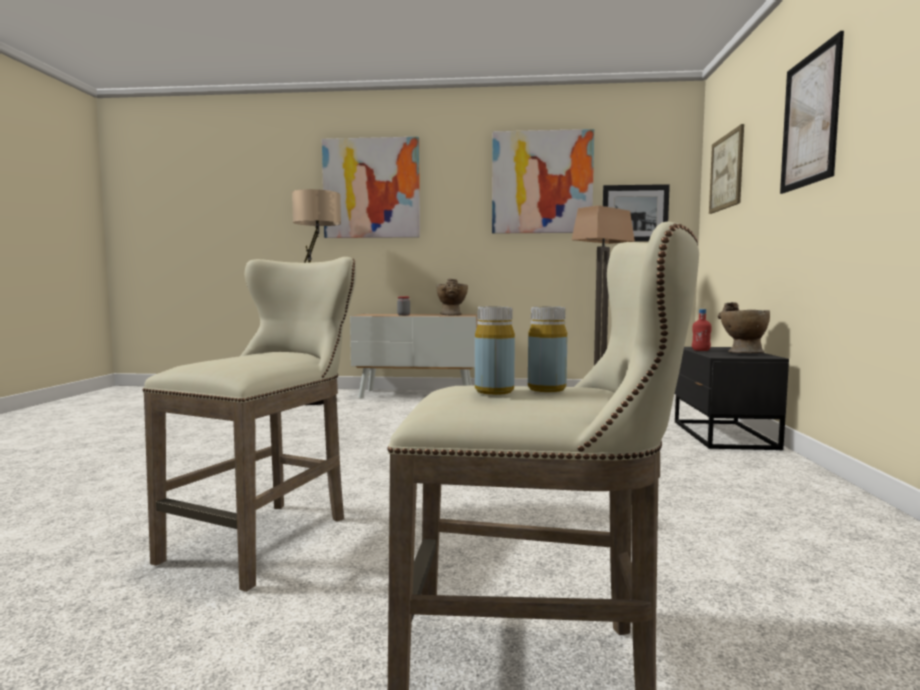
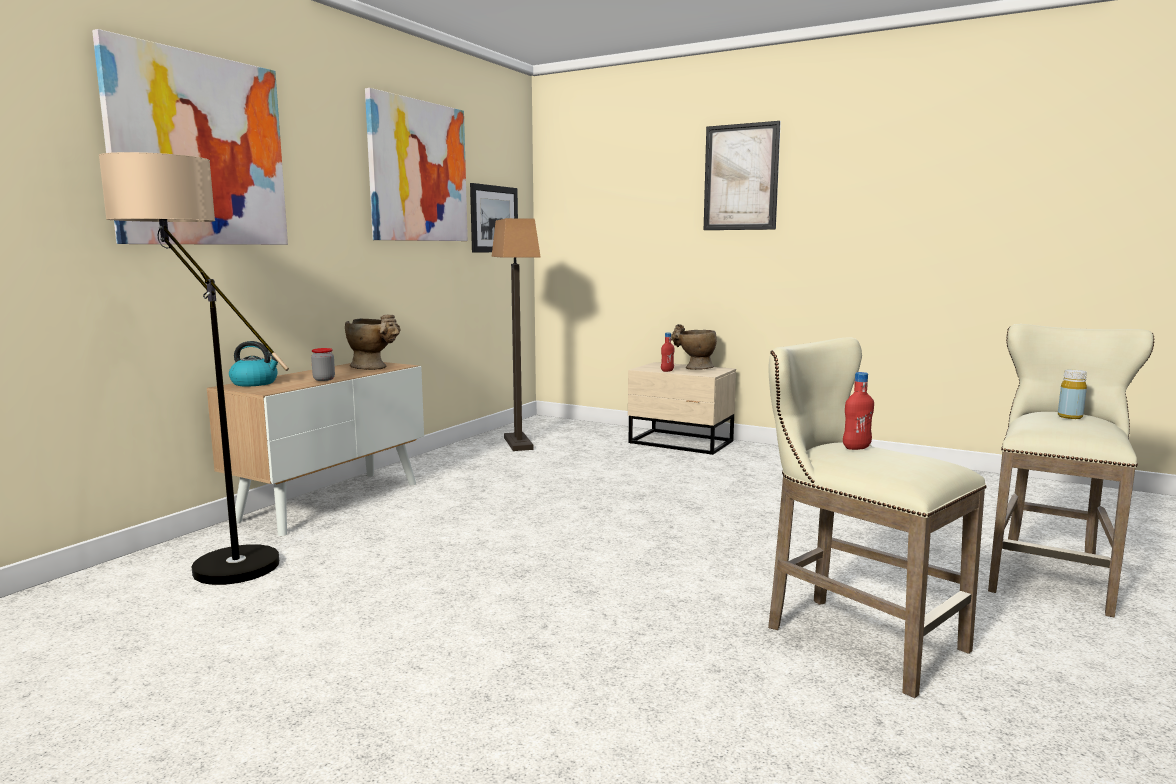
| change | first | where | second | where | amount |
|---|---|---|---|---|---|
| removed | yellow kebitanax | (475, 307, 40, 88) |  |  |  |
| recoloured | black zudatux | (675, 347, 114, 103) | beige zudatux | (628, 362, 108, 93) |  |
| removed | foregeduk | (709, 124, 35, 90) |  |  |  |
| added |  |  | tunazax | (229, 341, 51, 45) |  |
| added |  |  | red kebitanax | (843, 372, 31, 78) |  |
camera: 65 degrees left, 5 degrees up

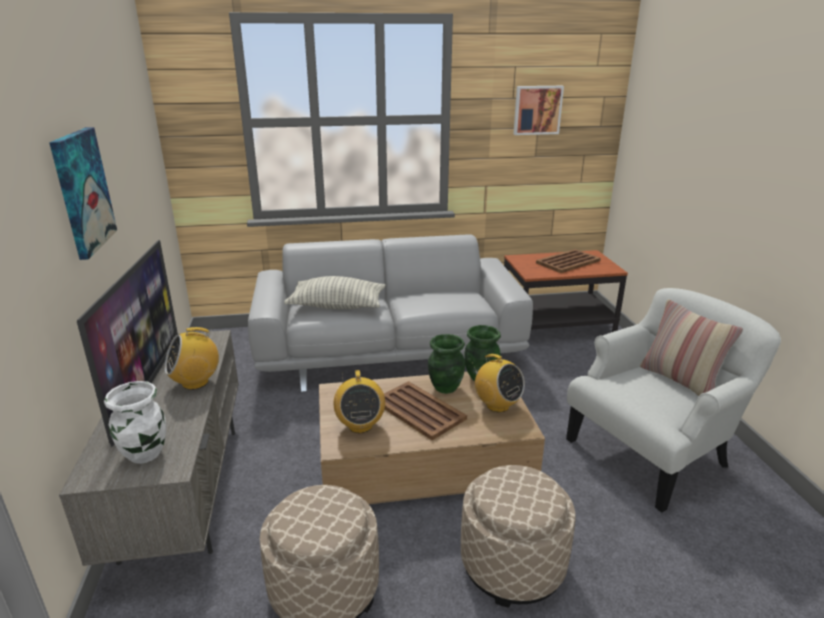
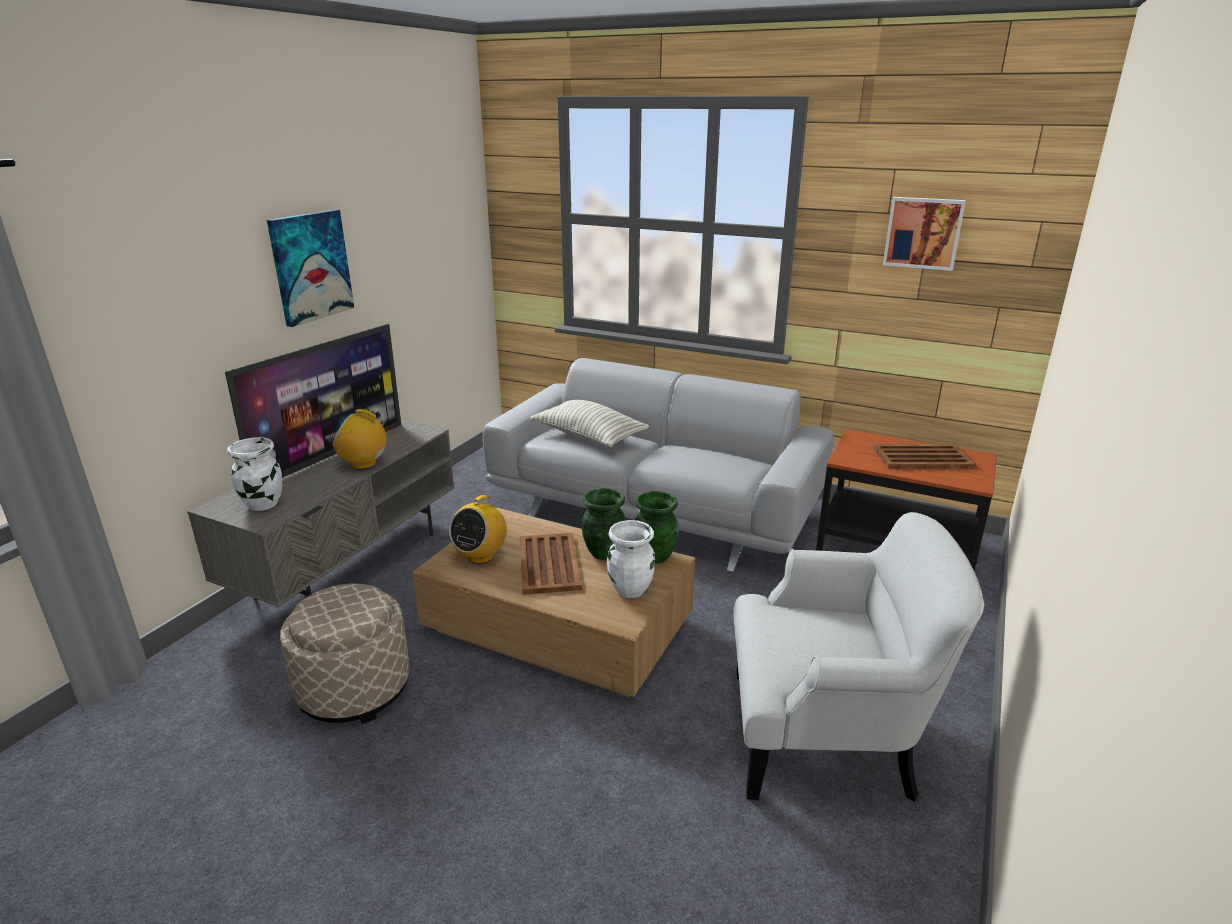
| change | first | where | second | where | amount |
|---|---|---|---|---|---|
| removed | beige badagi | (461, 465, 115, 143) |  |  |  |
| replaced | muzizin | (472, 354, 53, 58) | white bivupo | (607, 520, 48, 78) |  |
| removed | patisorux | (640, 299, 103, 97) |  |  |  |
camera: 35 degrees right, 0 degrees up

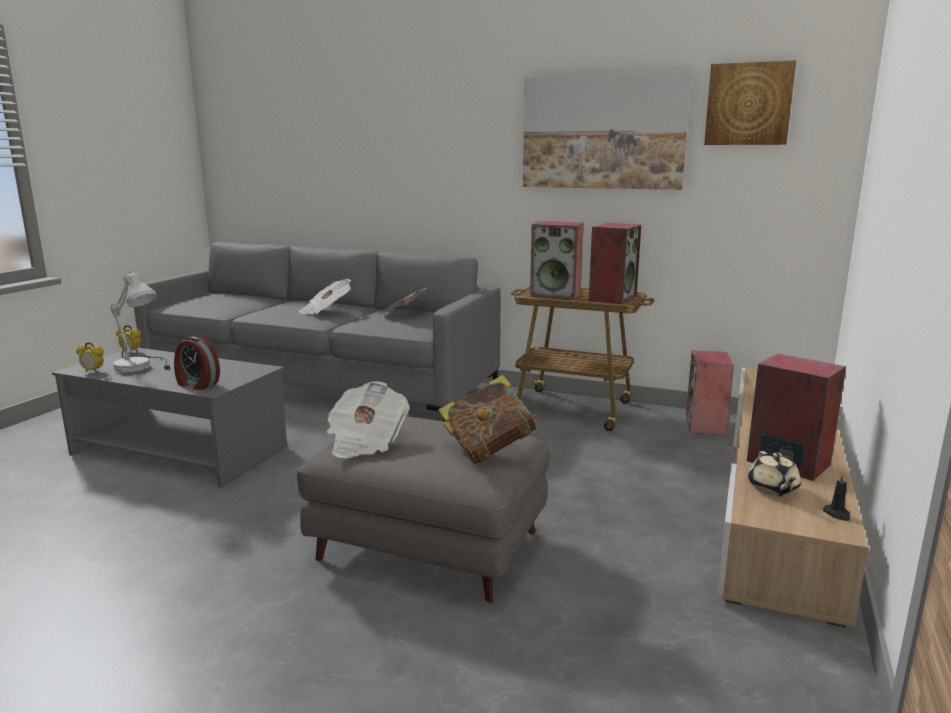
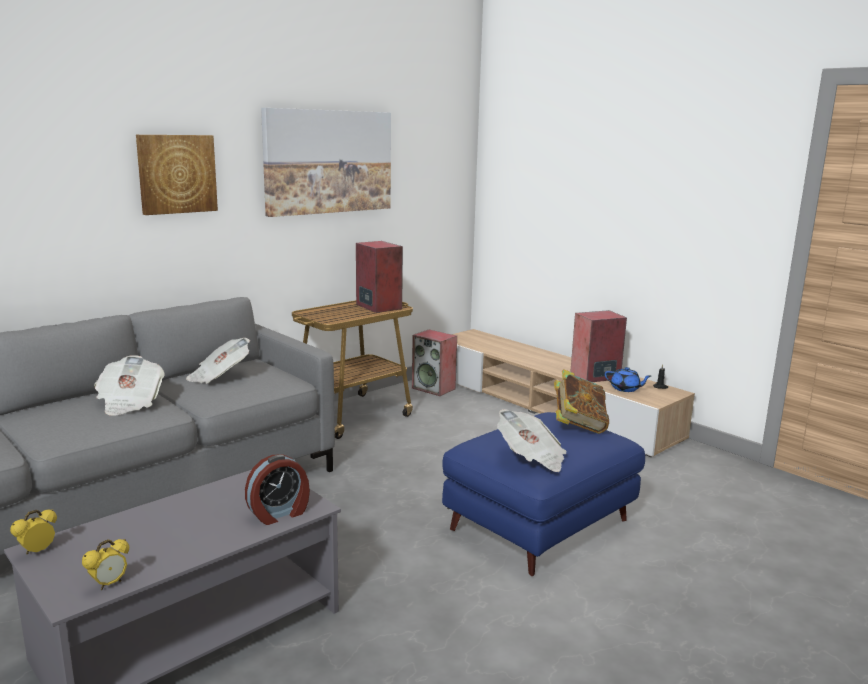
| change | first | where | second | where | amount |
|---|---|---|---|---|---|
| removed | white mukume | (110, 271, 60, 102) |  |  |  |
| recoloured | grey badagi | (297, 416, 253, 187) | blue badagi | (442, 412, 203, 164) |  |
| removed | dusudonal | (530, 221, 54, 79) |  |  |  |
| moved | foregeduk | (704, 60, 92, 85) |  | (136, 135, 82, 80) |  |
| recoloured | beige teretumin | (748, 451, 53, 45) | blue teretumin | (605, 367, 46, 25) |  |
camera: 65 degrees left, 0 degrees up

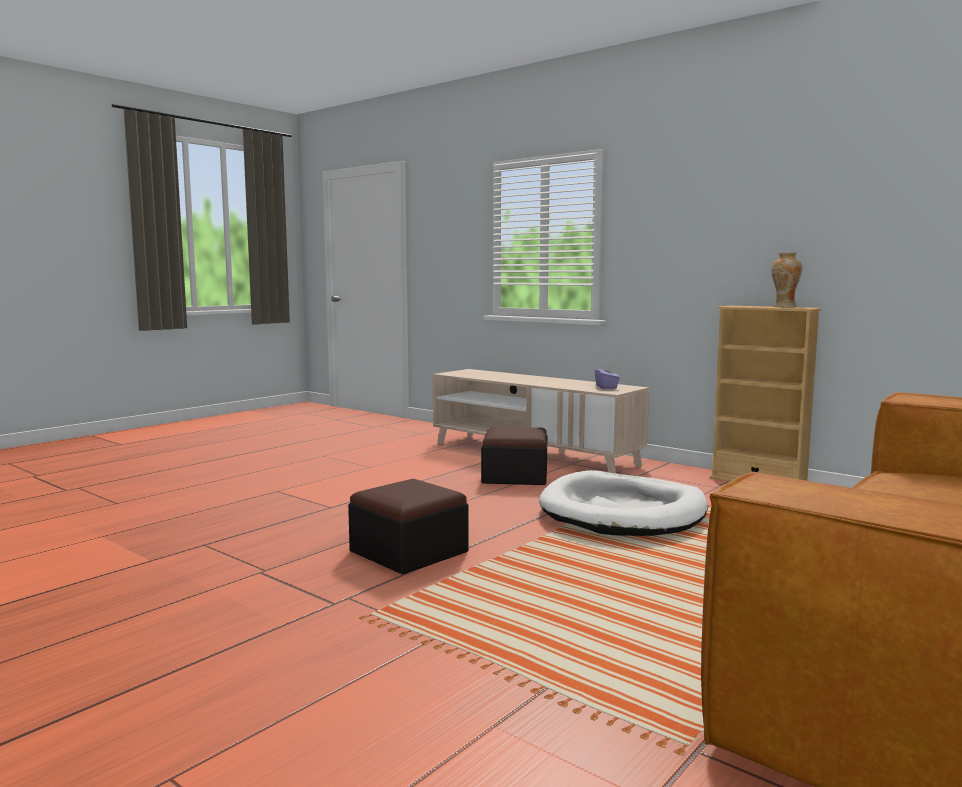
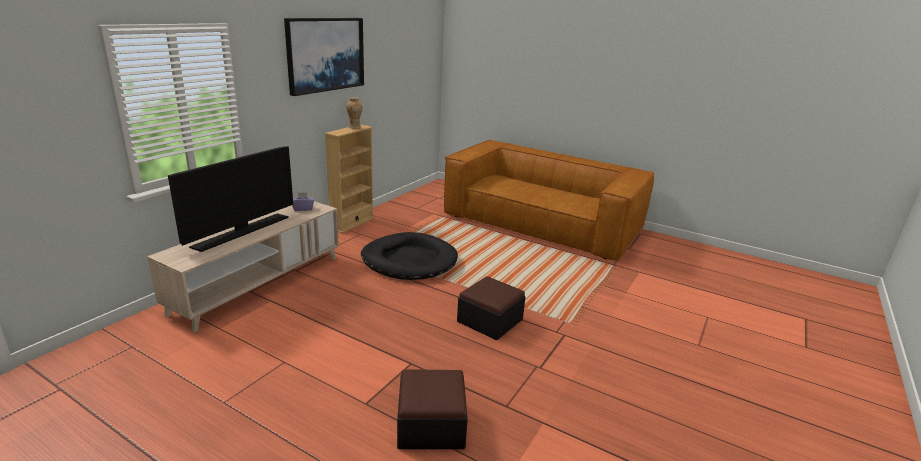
| change | first | where | second | where | amount |
|---|---|---|---|---|---|
| moved | badagi | (481, 427, 66, 58) |  | (397, 369, 71, 80) |  |
| recoloured | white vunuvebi | (539, 470, 169, 66) | black vunuvebi | (361, 232, 97, 48) |  |
| added |  |  | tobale | (168, 146, 125, 106) |  |
| added |  |  | foregeduk | (284, 18, 80, 78) |  |
camera: 100 degrees left, 15 degrees up

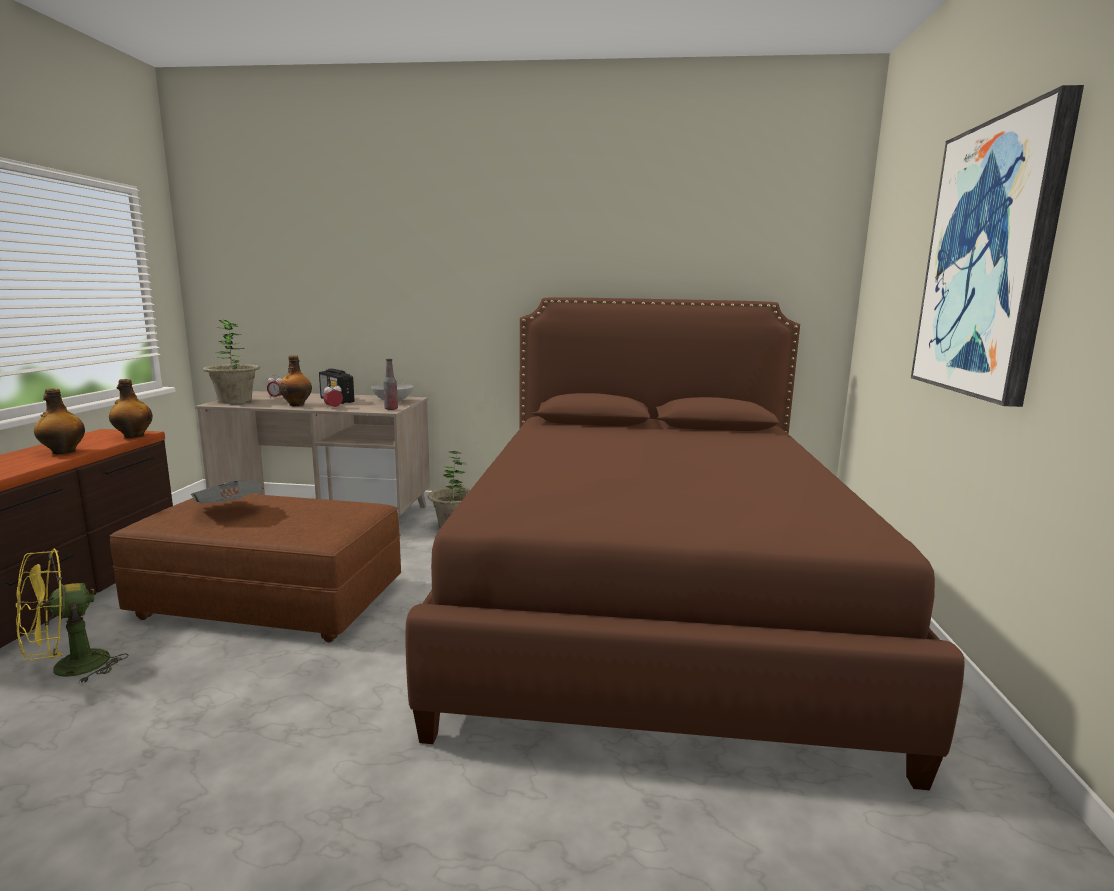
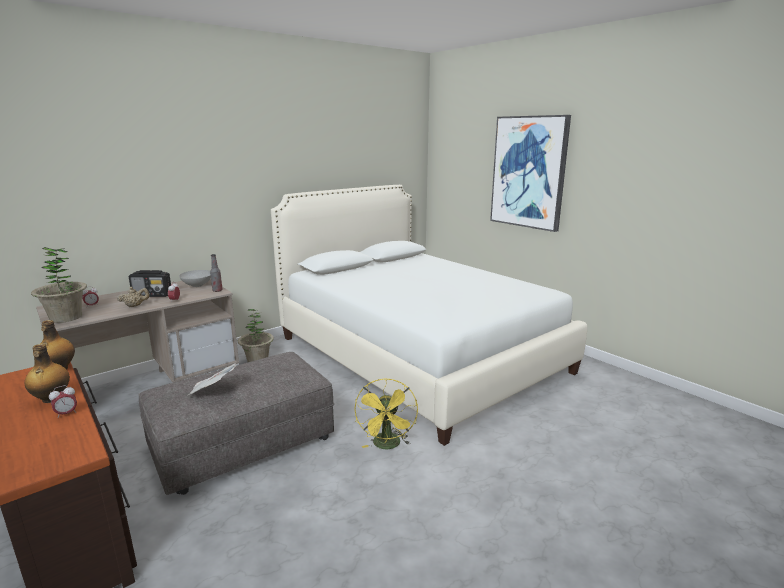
| change | first | where | second | where | amount |
|---|---|---|---|---|---|
| moved | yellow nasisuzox | (16, 548, 112, 136) |  | (354, 378, 64, 71) |  |
| recoloured | brown badagi | (110, 494, 291, 148) | grey badagi | (138, 352, 196, 143) |  |
| replaced | kebitanax | (279, 355, 33, 51) | beige teretumin | (117, 287, 33, 20) |  |
| recoloured | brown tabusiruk | (405, 297, 560, 493) | white tabusiruk | (271, 185, 316, 261) |  |
| added |  |  | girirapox | (49, 385, 28, 33) |  |
camera: 45 degrees left, 5 degrees up

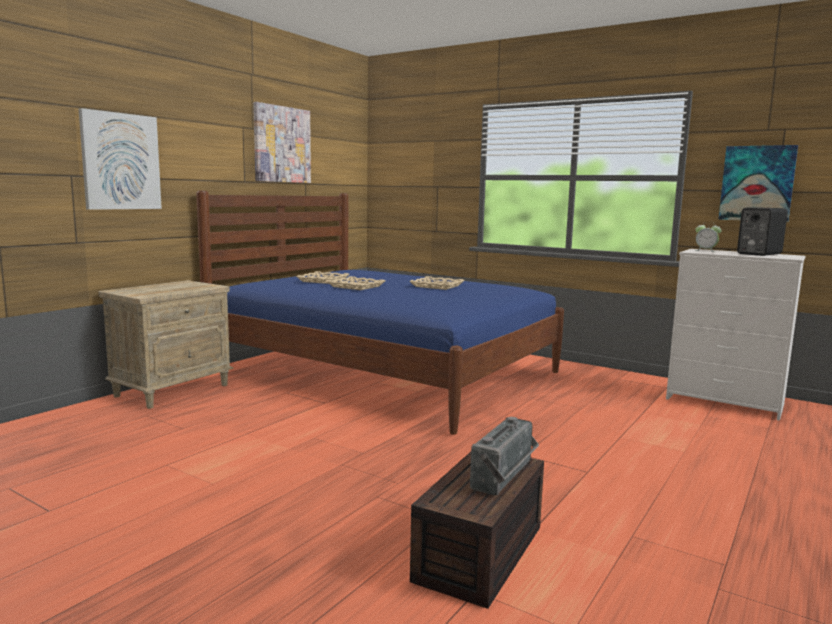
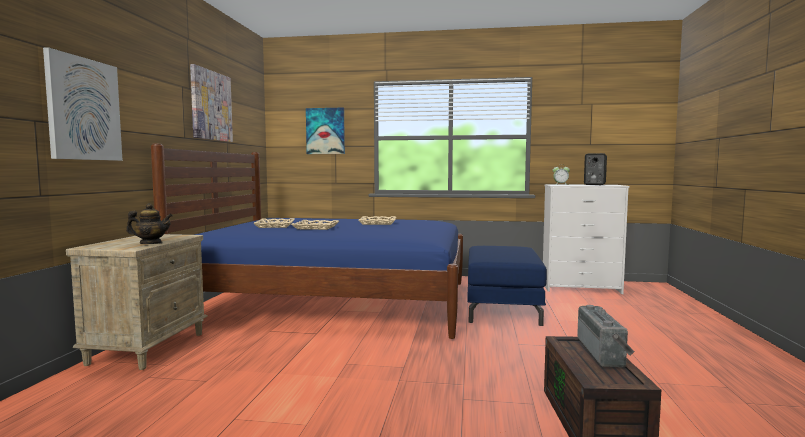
| change | first | where | second | where | amount |
|---|---|---|---|---|---|
| moved | foregeduk | (718, 145, 80, 77) |  | (306, 108, 39, 46) |  |
| added |  |  | teretumin | (126, 203, 47, 41) |  |
| added |  |  | blue badagi | (467, 246, 80, 80) |  |
camera: 25 degrees left, 5 degrees down

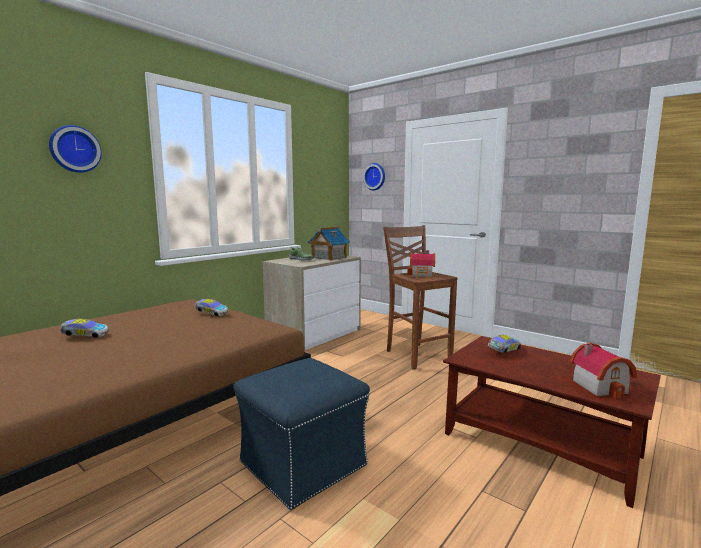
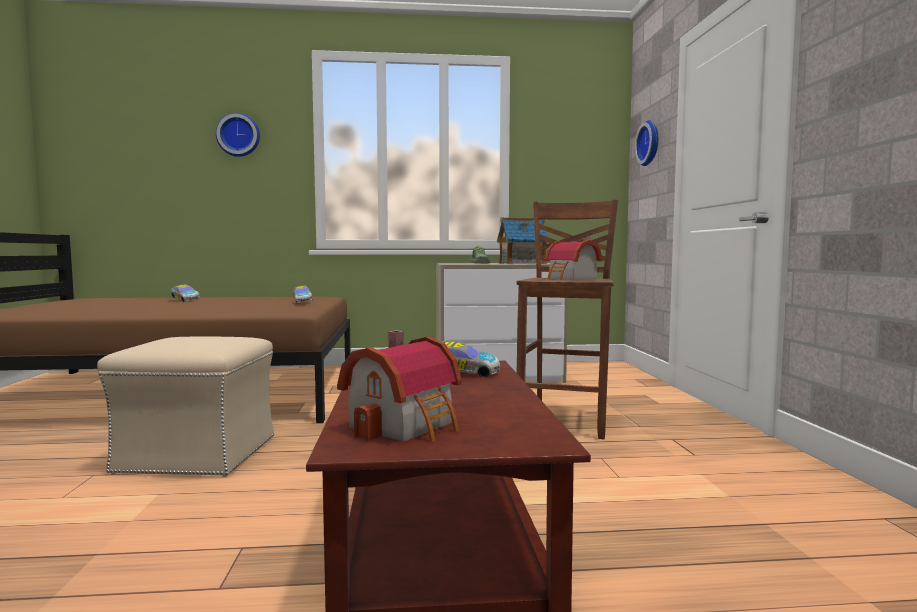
| change | first | where | second | where | amount |
|---|---|---|---|---|---|
| recoloured | blue badagi | (233, 358, 137, 152) | beige badagi | (97, 337, 177, 140) |  |
camera: 45 degrees right, 5 degrees down

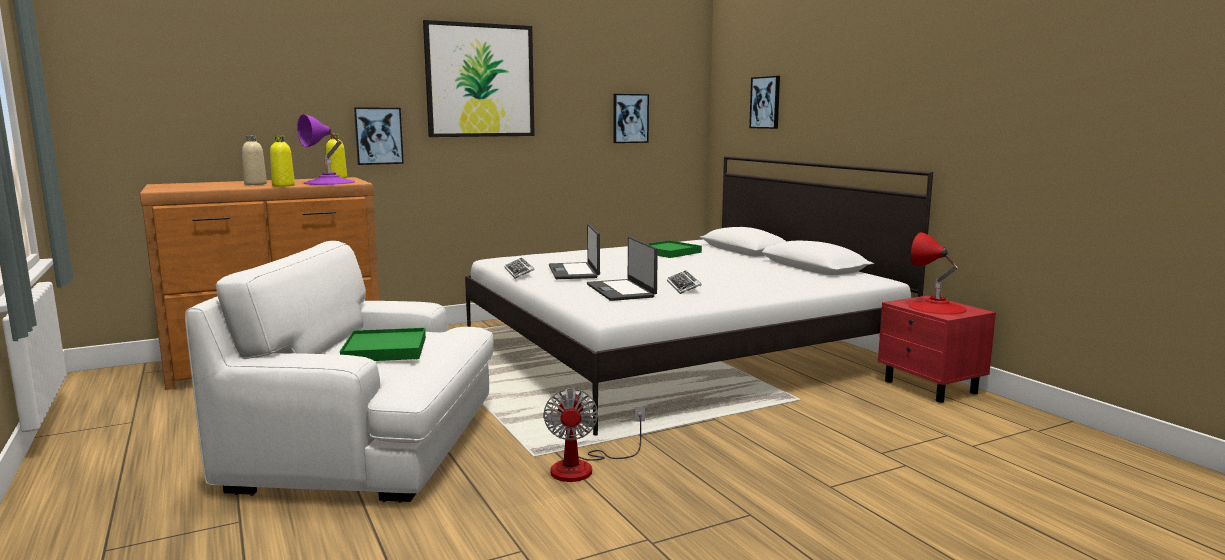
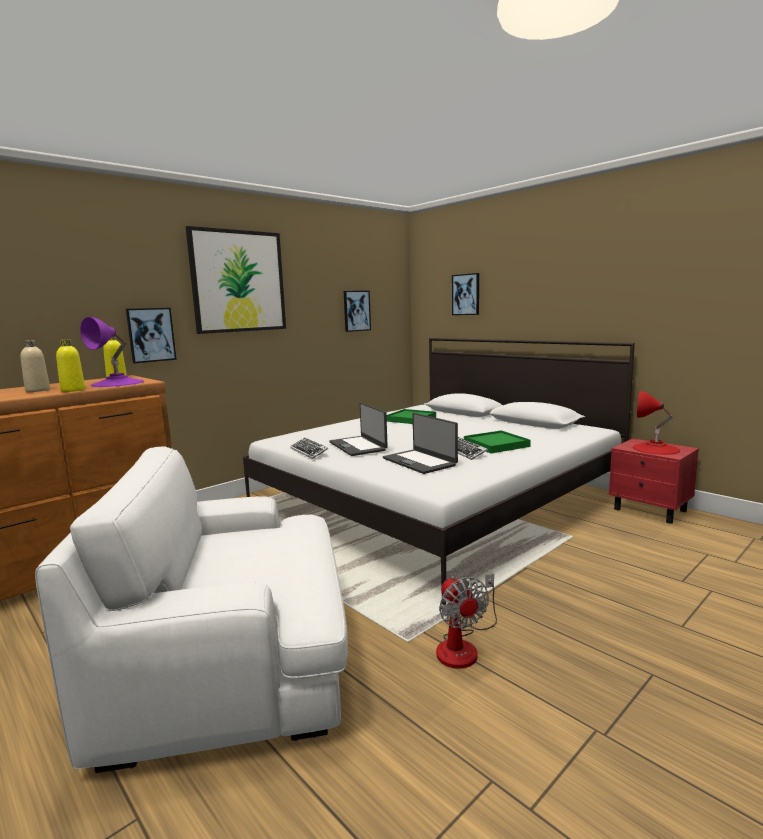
| change | first | where | second | where | amount |
|---|---|---|---|---|---|
| moved | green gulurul | (340, 328, 86, 33) |  | (464, 430, 67, 23) |  |
camera: 15 degrees left, 0 degrees up

